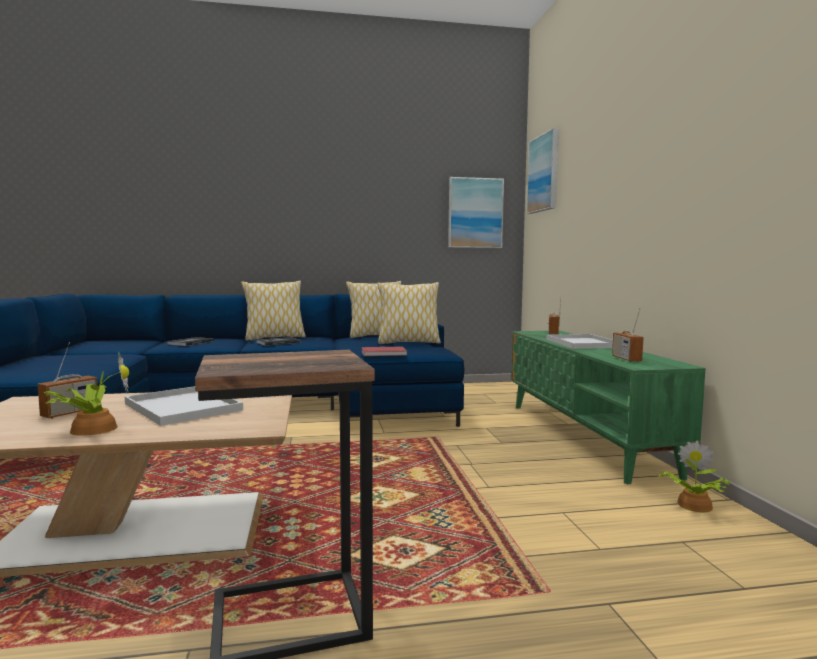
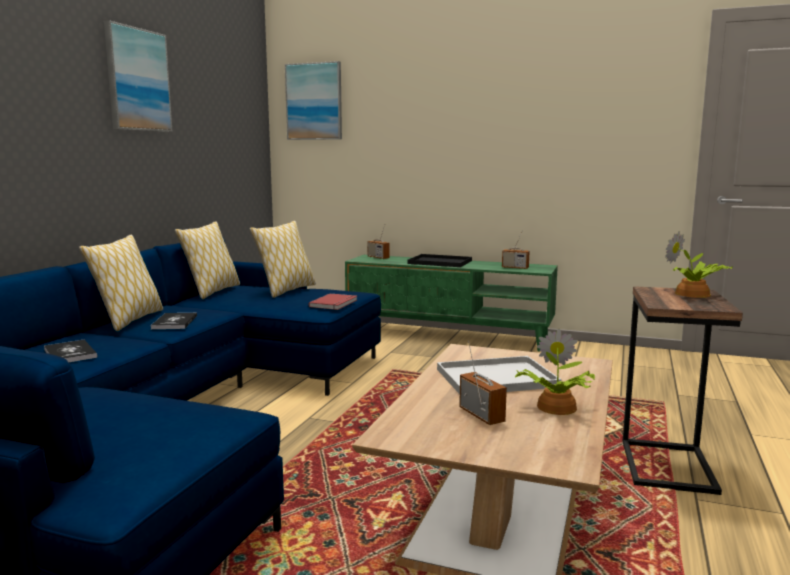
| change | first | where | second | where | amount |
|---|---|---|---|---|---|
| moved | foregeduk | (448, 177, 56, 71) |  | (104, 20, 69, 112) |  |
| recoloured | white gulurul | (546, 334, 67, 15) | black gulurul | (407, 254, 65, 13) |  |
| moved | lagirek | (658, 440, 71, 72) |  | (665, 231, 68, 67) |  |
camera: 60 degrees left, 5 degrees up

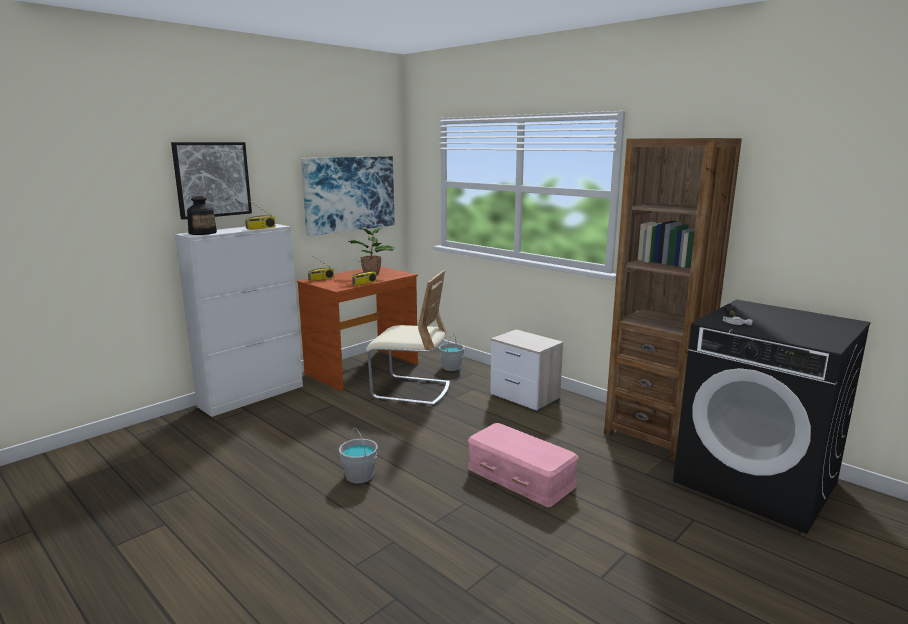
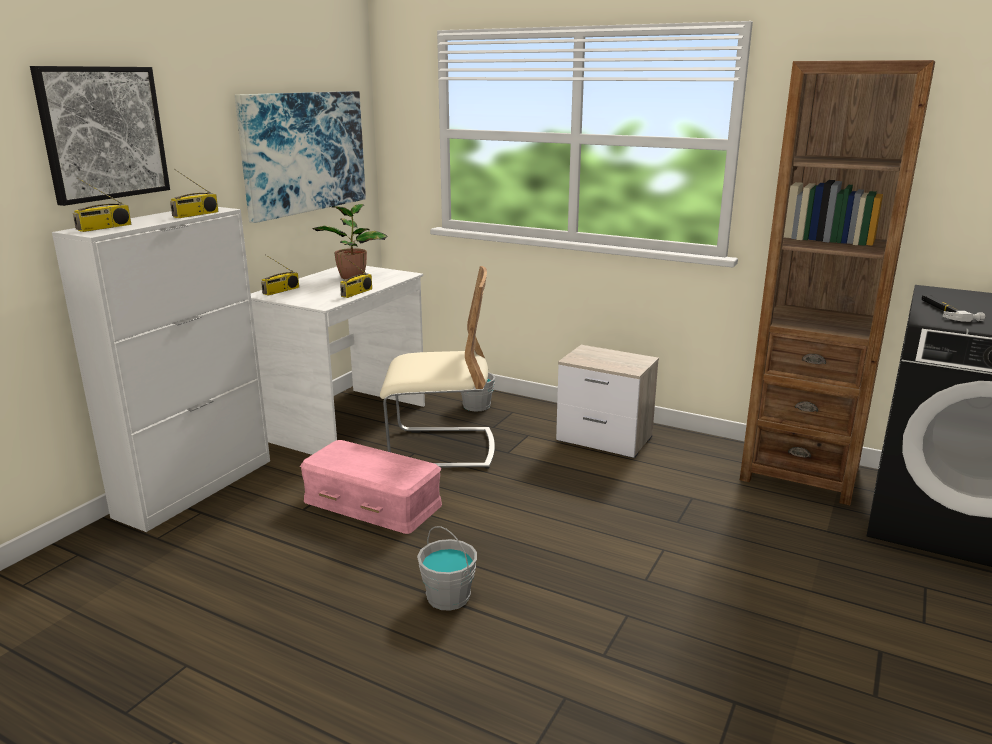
| change | first | where | second | where | amount |
|---|---|---|---|---|---|
| replaced | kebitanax | (187, 196, 30, 39) | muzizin | (73, 178, 58, 54) |  |
| recoloured | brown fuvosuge | (297, 267, 121, 124) | white fuvosuge | (251, 266, 174, 189) |  |
| moved | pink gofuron | (468, 423, 110, 84) |  | (300, 440, 142, 94) |  |
camera: 15 degrees left, 5 degrees up

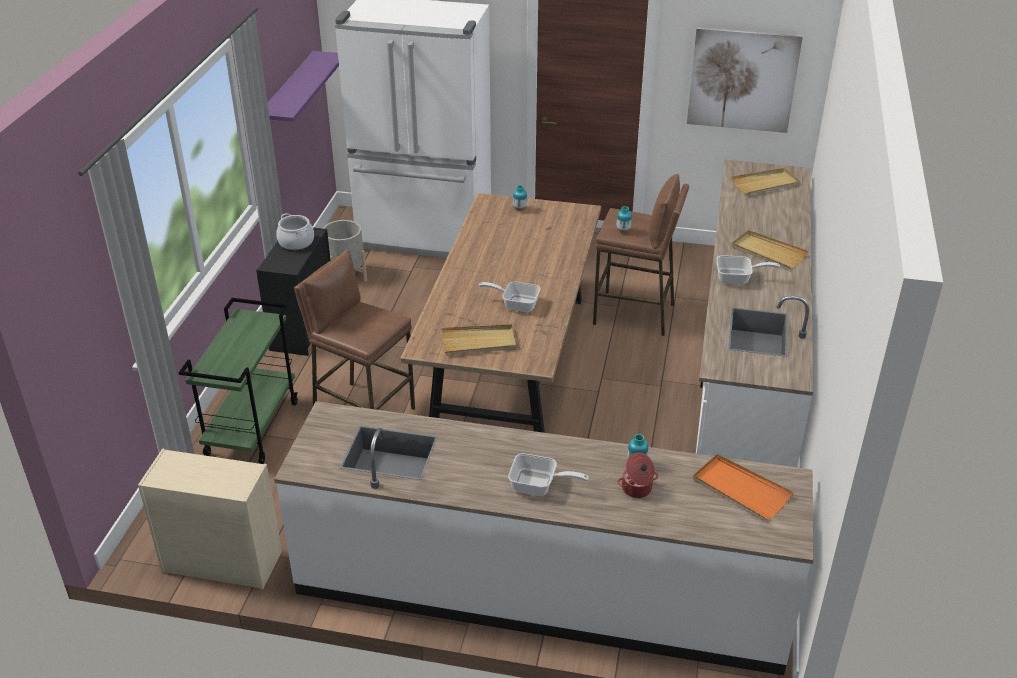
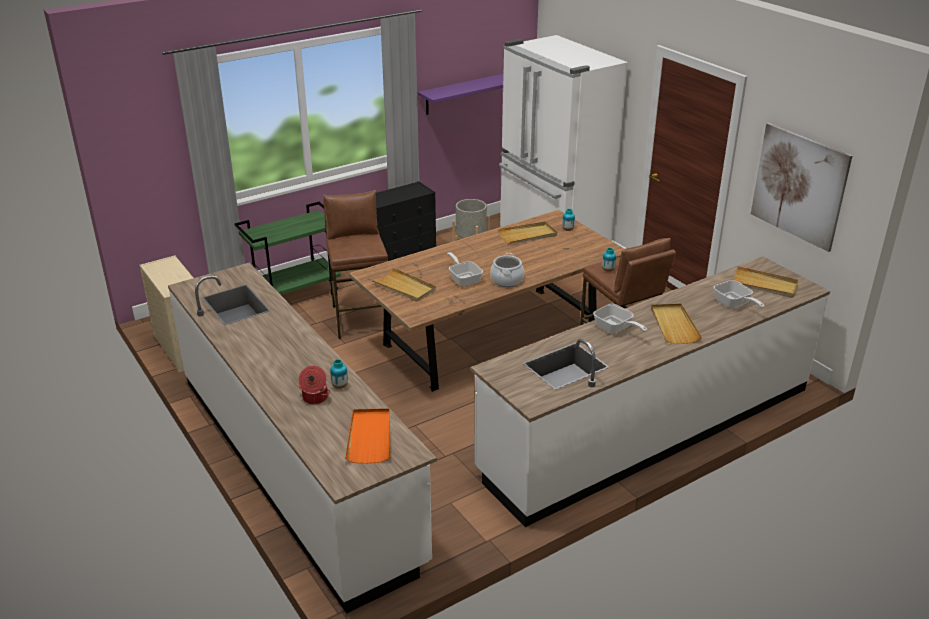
| change | first | where | second | where | amount |
|---|---|---|---|---|---|
| moved | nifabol | (276, 213, 38, 37) |  | (490, 253, 34, 34) |  |
| moved | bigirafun | (508, 453, 81, 43) |  | (713, 280, 51, 29) |  |
| added |  |  | beige gulurul | (498, 222, 59, 22) |  |
camera: 45 degrees right, 5 degrees down

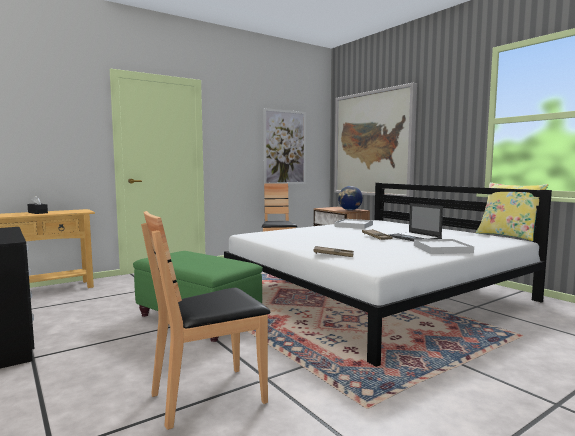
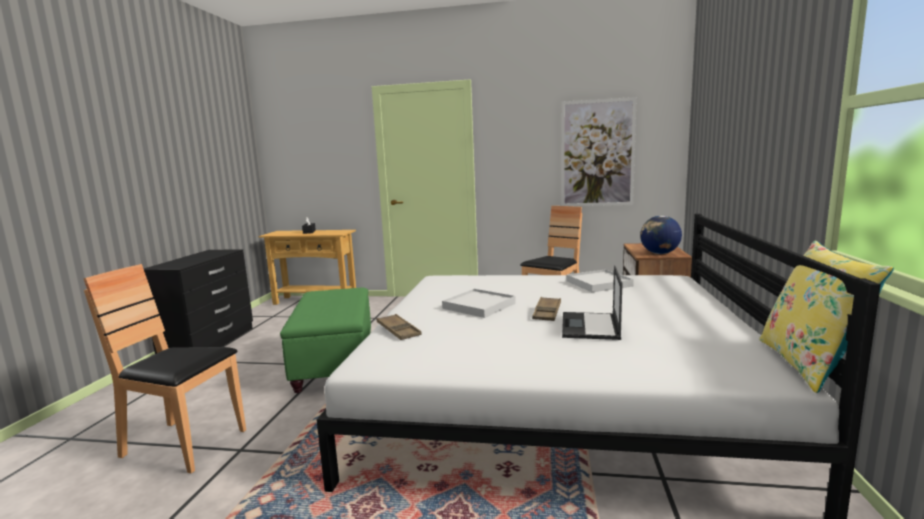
| change | first | where | second | where | amount |
|---|---|---|---|---|---|
| removed | foregeduk | (334, 83, 83, 114) |  |  |  |
| moved | white gulurul | (414, 239, 60, 15) |  | (442, 289, 74, 29) |  |
camera: 45 degrees right, 5 degrees up

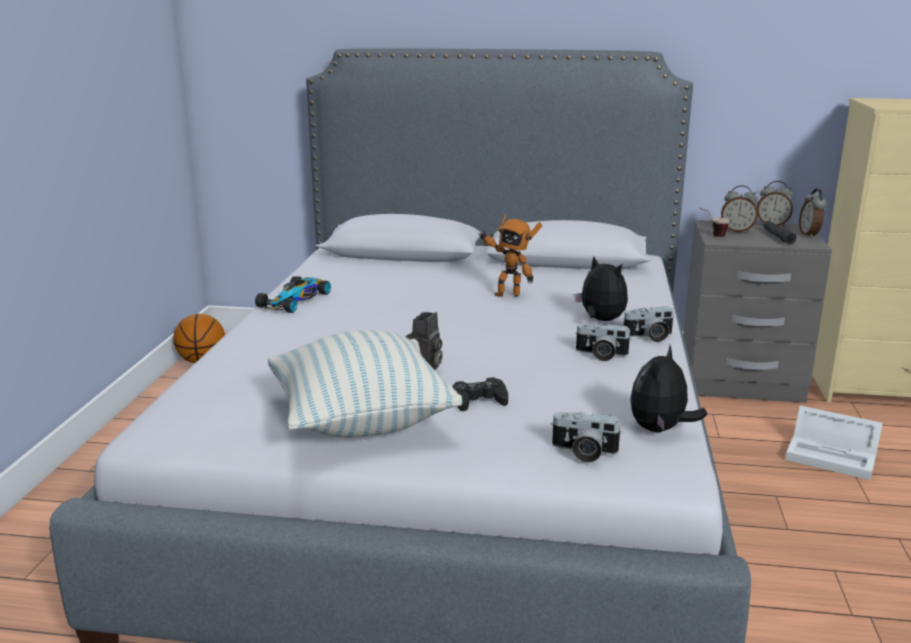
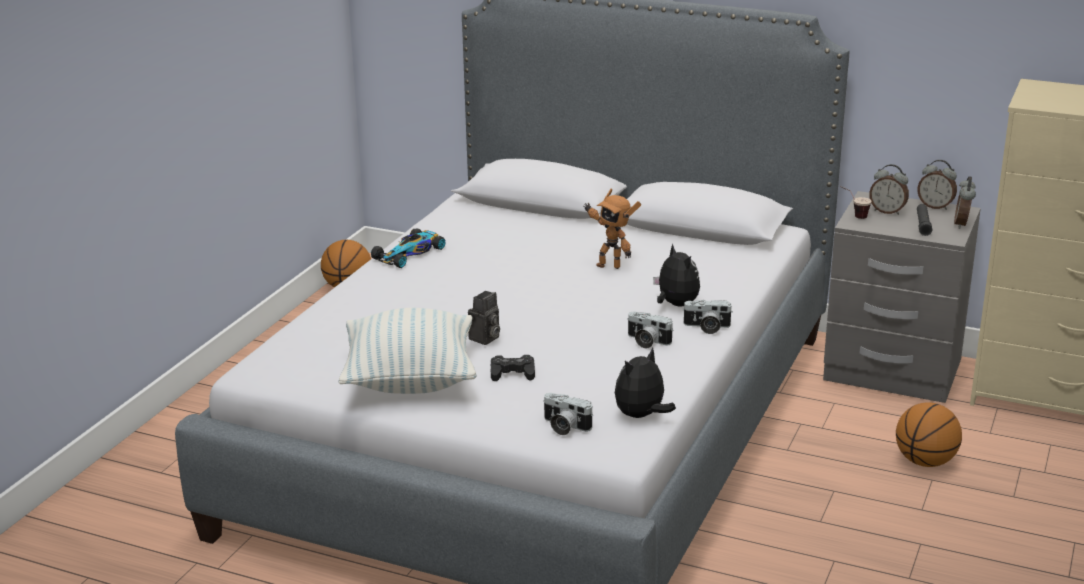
| change | first | where | second | where | amount |
|---|---|---|---|---|---|
| replaced | white gofuron | (785, 406, 98, 74) | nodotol | (896, 402, 66, 65) |  |
camera: 15 degrees right, 5 degrees up

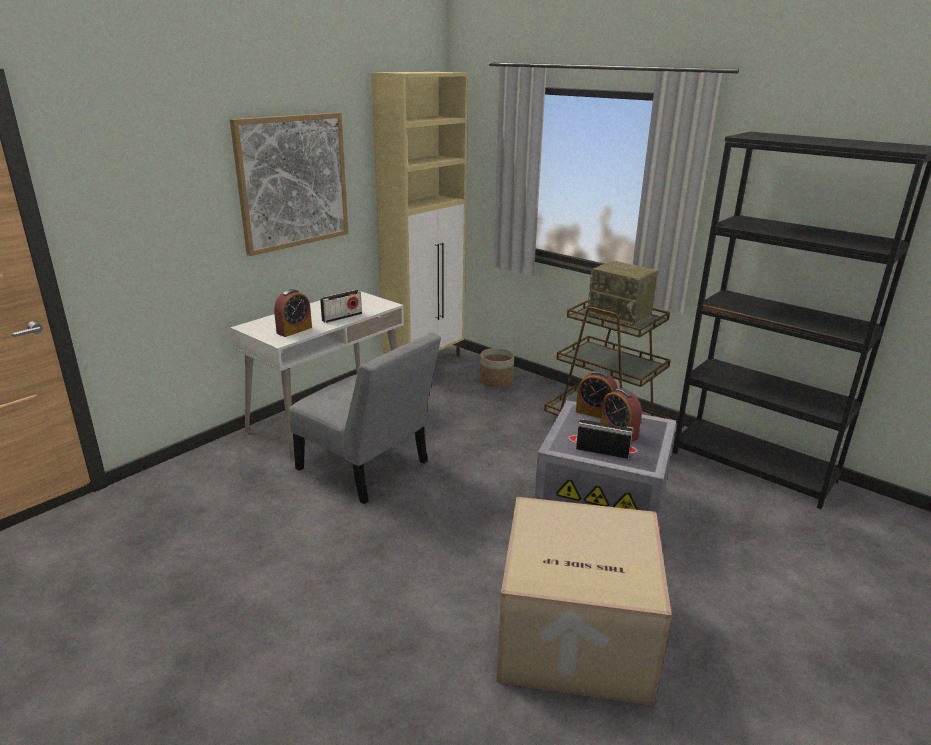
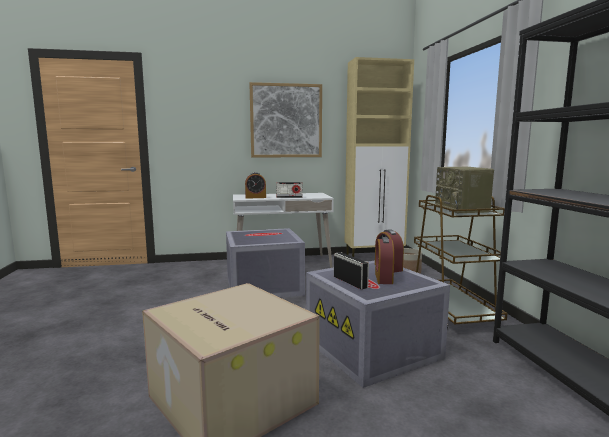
| change | first | where | second | where | amount |
|---|---|---|---|---|---|
| replaced | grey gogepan | (289, 332, 152, 172) | grey gofuron | (226, 228, 79, 70) |  |
camera: 40 degrees right, 15 degrees down

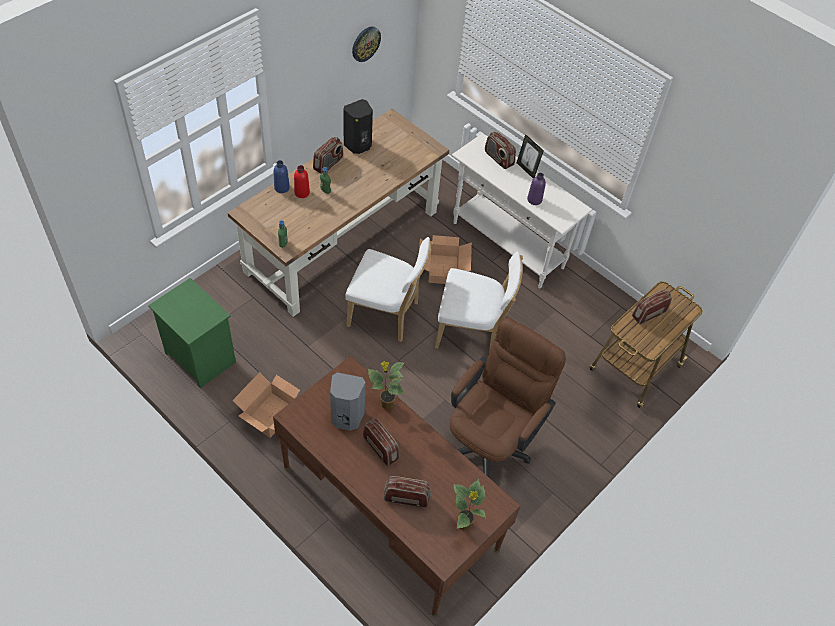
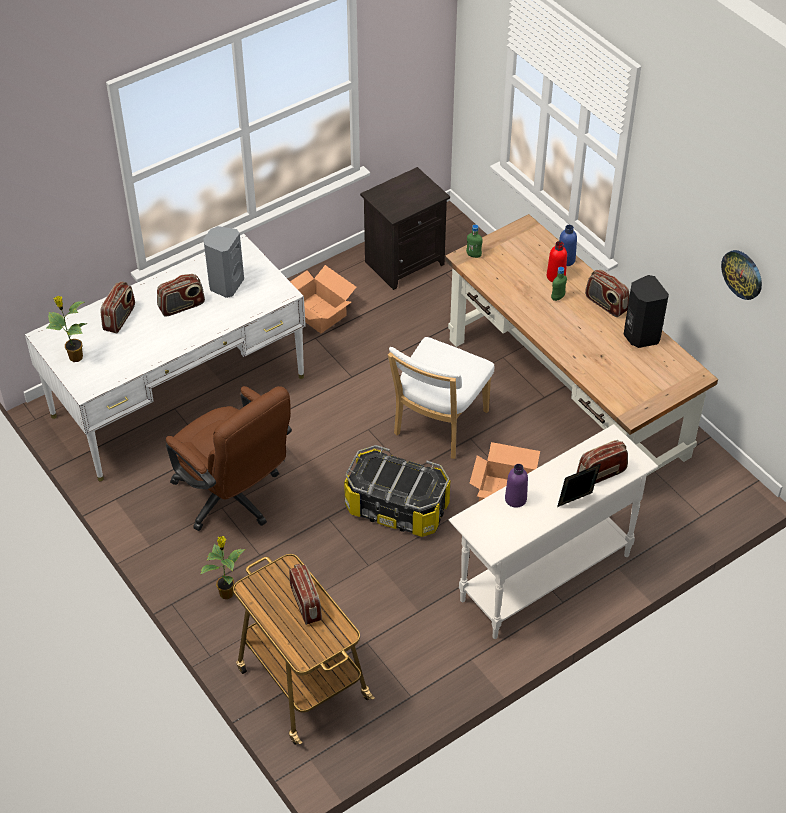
| change | first | where | second | where | amount |
|---|---|---|---|---|---|
| recoloured | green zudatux | (148, 278, 88, 110) | black zudatux | (360, 167, 90, 123) |  |
| recoloured | brown fuvosuge | (273, 356, 248, 261) | white fuvosuge | (25, 234, 281, 247) |  |
| moved | lagirek | (368, 361, 37, 49) |  | (200, 536, 45, 63) |  |
| replaced | white gogepan | (435, 251, 88, 100) | gofuron | (344, 445, 106, 92) |  |
camera: 105 degrees right, 5 degrees down

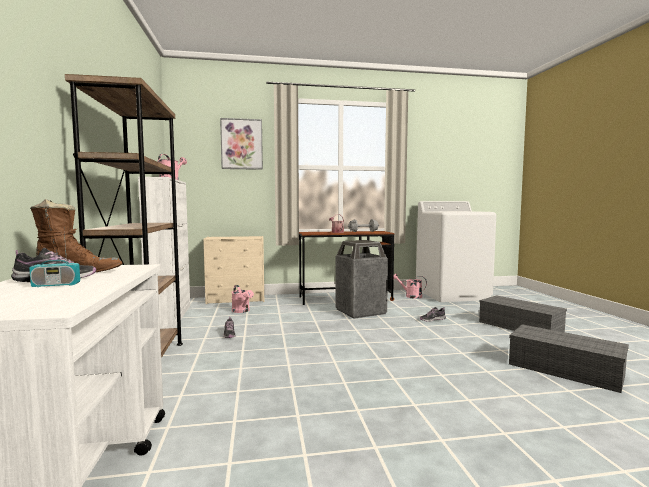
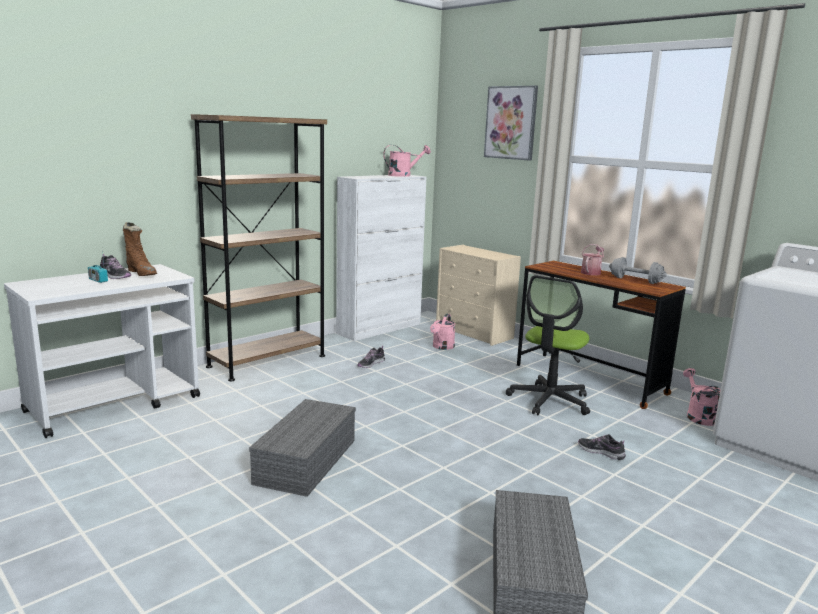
| change | first | where | second | where | amount |
|---|---|---|---|---|---|
| replaced | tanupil | (335, 240, 53, 79) | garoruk | (506, 275, 84, 140) |  |
| moved | grey gofuron | (479, 295, 88, 37) |  | (249, 399, 107, 98) |  |
camera: 55 degrees right, 10 degrees up

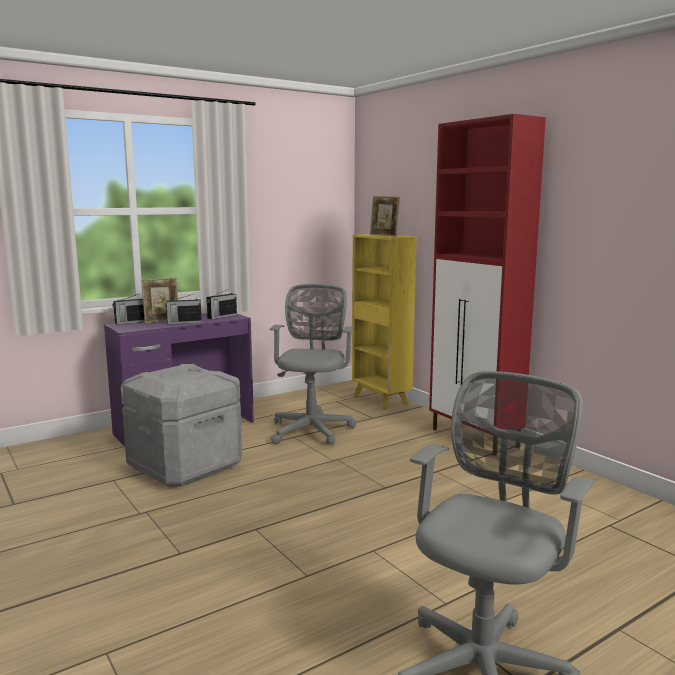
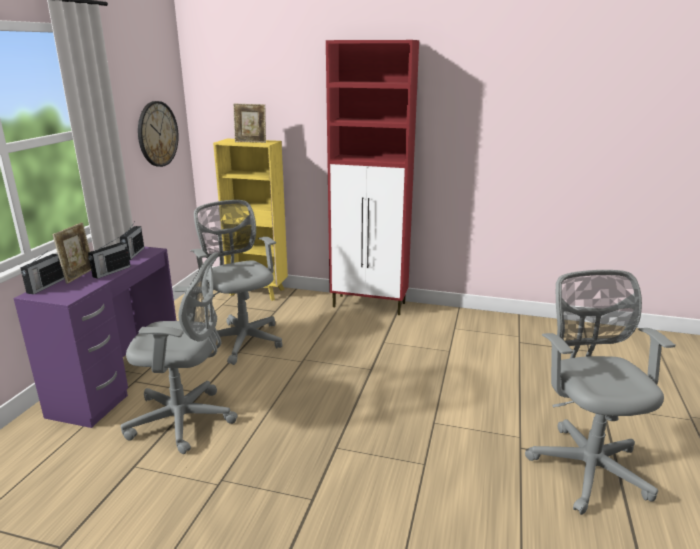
| change | first | where | second | where | amount |
|---|---|---|---|---|---|
| replaced | grey gofuron | (121, 364, 121, 123) | grey garoruk | (121, 252, 117, 202) |  |
| added |  |  | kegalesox | (138, 101, 41, 66) |  |
camera: 40 degrees left, 10 degrees up

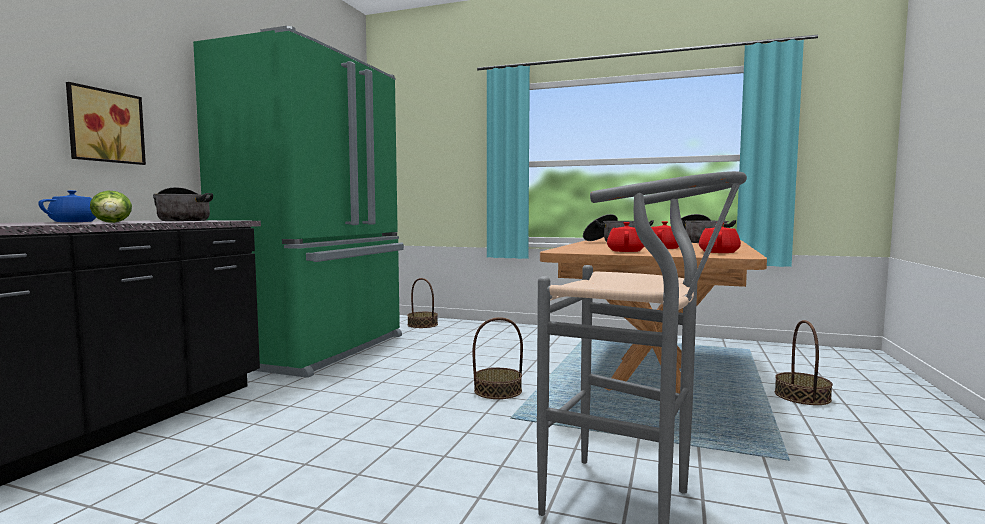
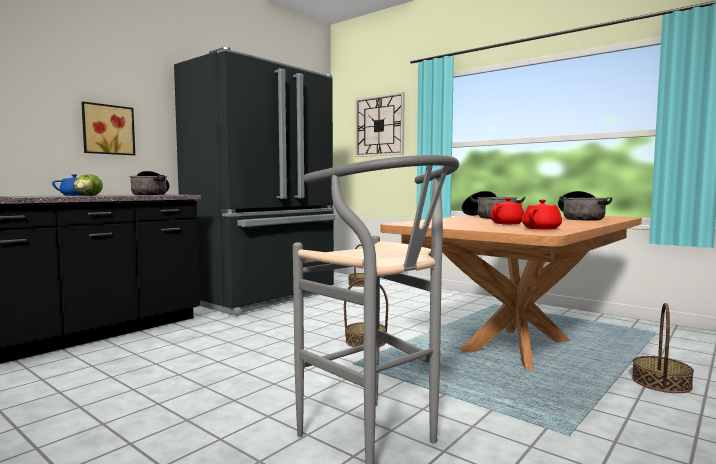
| change | first | where | second | where | amount |
|---|---|---|---|---|---|
| recoloured | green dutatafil | (193, 26, 211, 352) | black dutatafil | (174, 47, 161, 269) |  |
| removed | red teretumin | (607, 222, 37, 30) |  |  |  |
| added |  |  | kegalesox | (355, 92, 50, 65) |  |
camera: 20 degrees right, 0 degrees up

